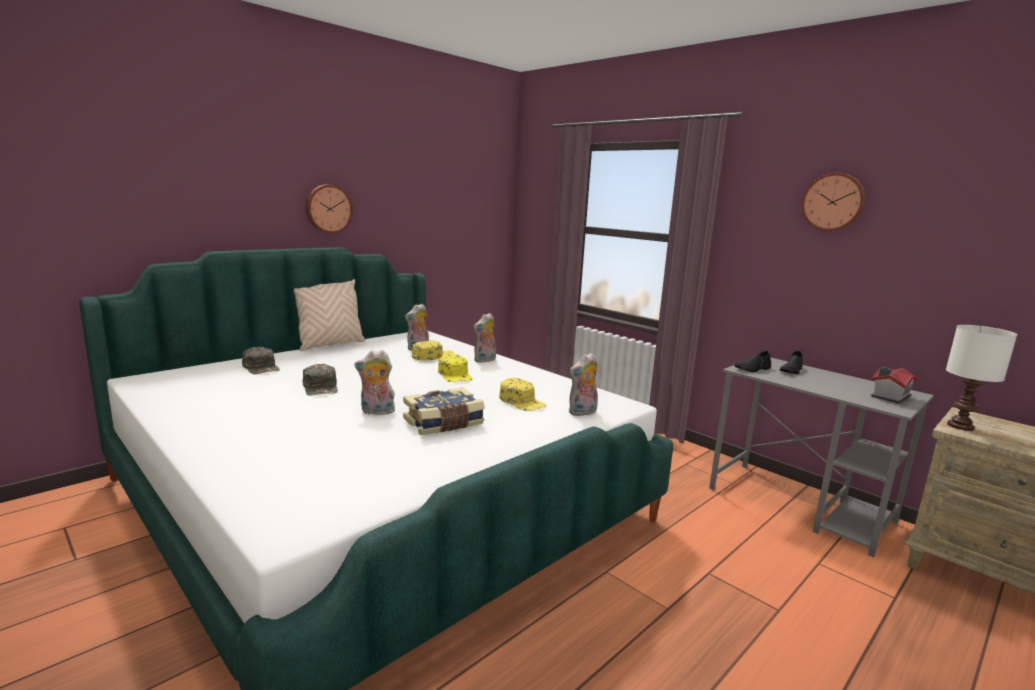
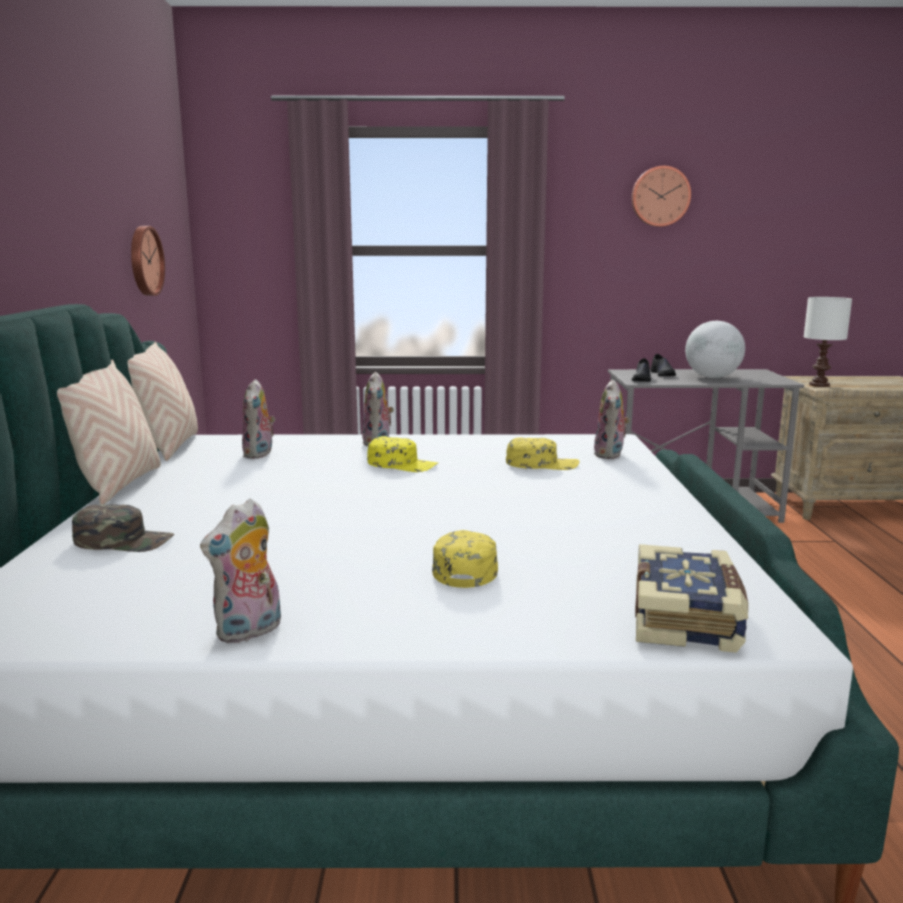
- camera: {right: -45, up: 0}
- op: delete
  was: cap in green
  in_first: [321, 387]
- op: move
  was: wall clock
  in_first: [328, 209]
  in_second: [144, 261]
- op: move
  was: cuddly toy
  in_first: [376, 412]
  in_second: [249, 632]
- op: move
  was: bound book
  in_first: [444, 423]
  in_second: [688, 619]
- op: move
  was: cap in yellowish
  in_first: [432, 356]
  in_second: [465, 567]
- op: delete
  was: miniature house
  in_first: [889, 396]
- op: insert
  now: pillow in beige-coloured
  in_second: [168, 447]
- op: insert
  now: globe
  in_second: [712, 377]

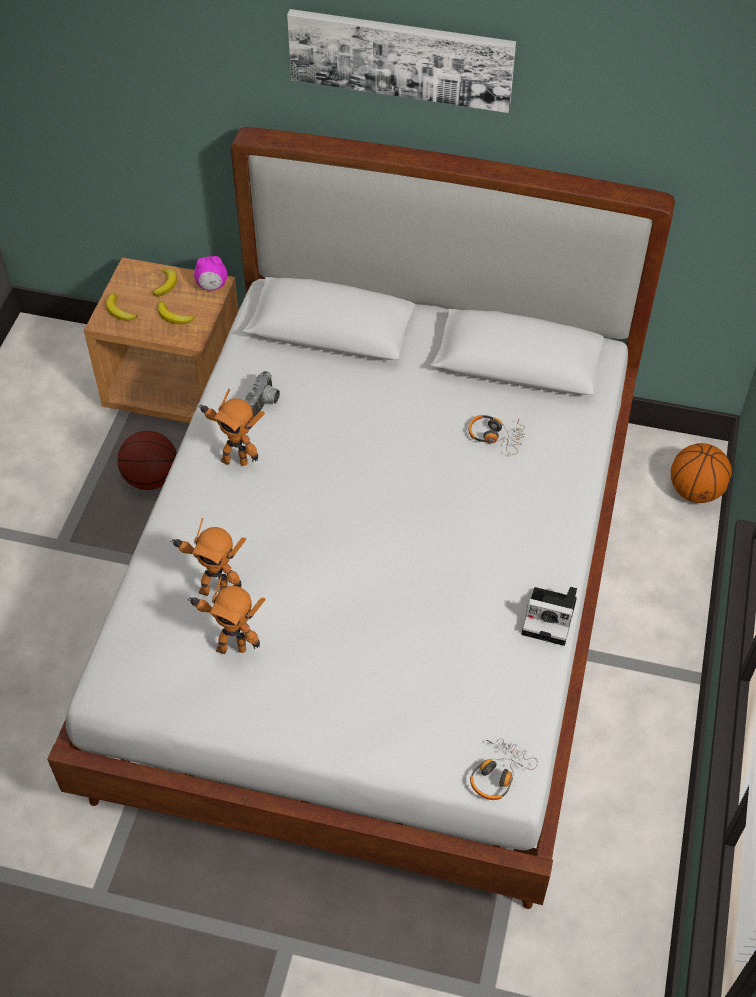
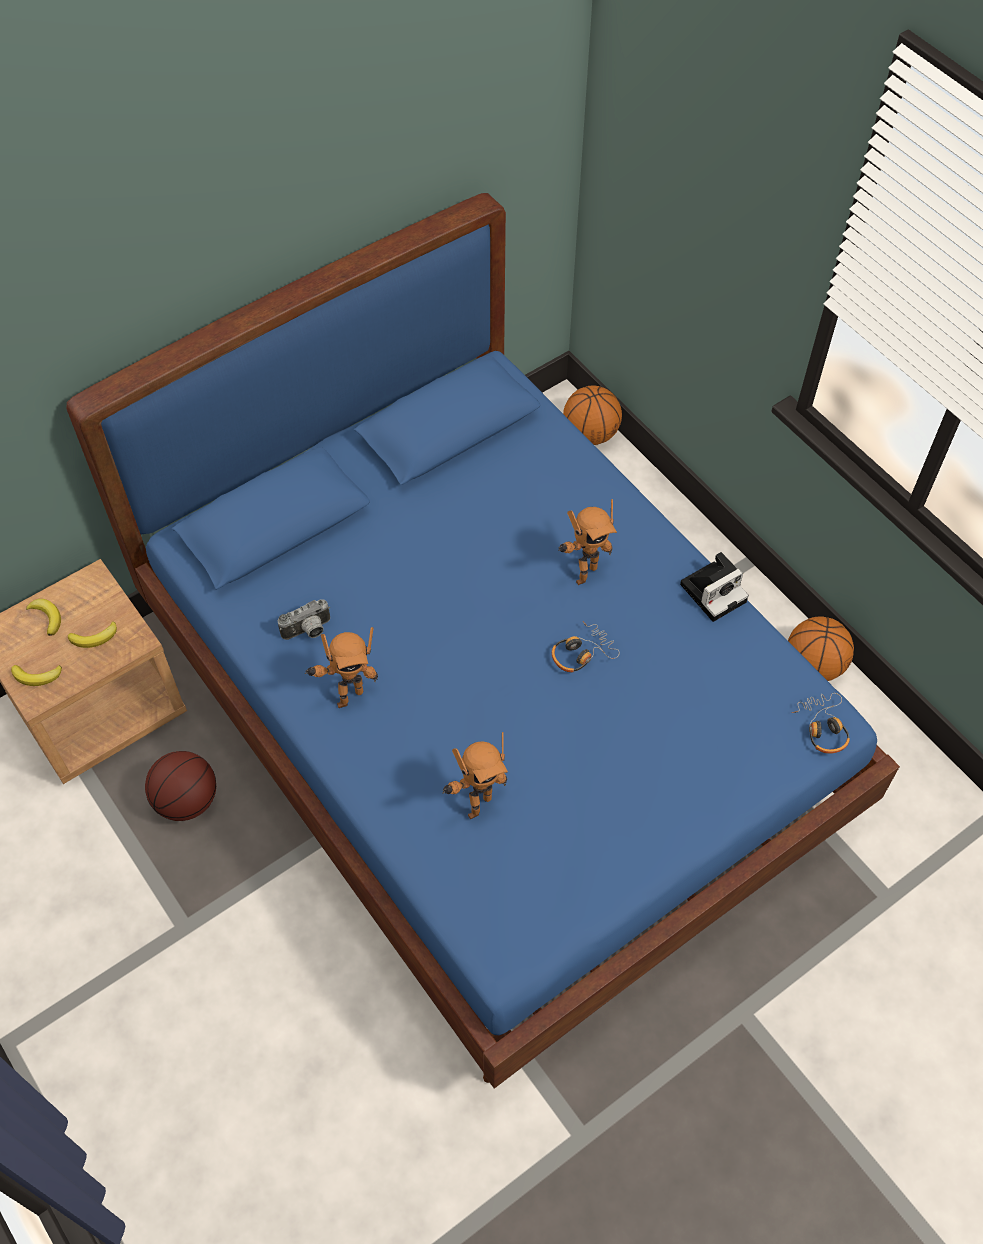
- camera: {right: -50, up: 5}
- op: recolor
  was: bed in whitish
  now: bed in bluish
  in_first: [379, 605]
  in_second: [492, 719]
- op: move
  was: toy robot
  in_first: [231, 646]
  in_second: [583, 573]
- op: delete
  was: alarm clock
  in_first: [212, 286]
- op: rotate
  was: photo camera
  in_first: [265, 404]
  in_second: [308, 631]
  clockwise: 90
- op: delete
  was: picture
  in_first: [401, 58]
- op: move
  was: pair of headphones
  in_first: [496, 436]
  in_second: [581, 653]
- op: insert
  now: ball for basketball
  in_second: [813, 666]

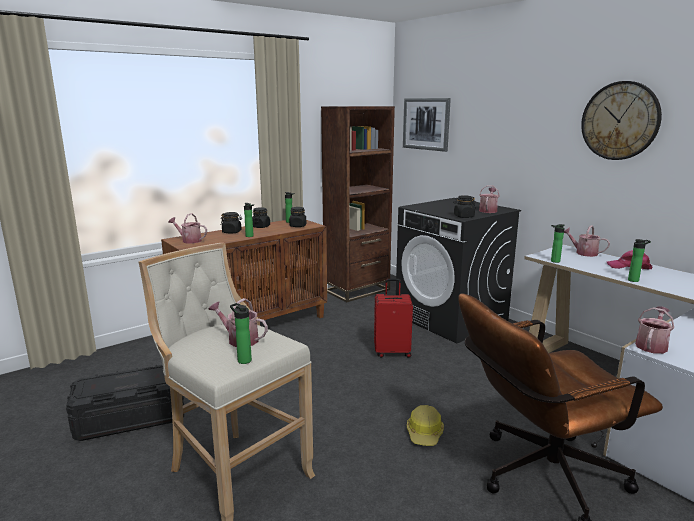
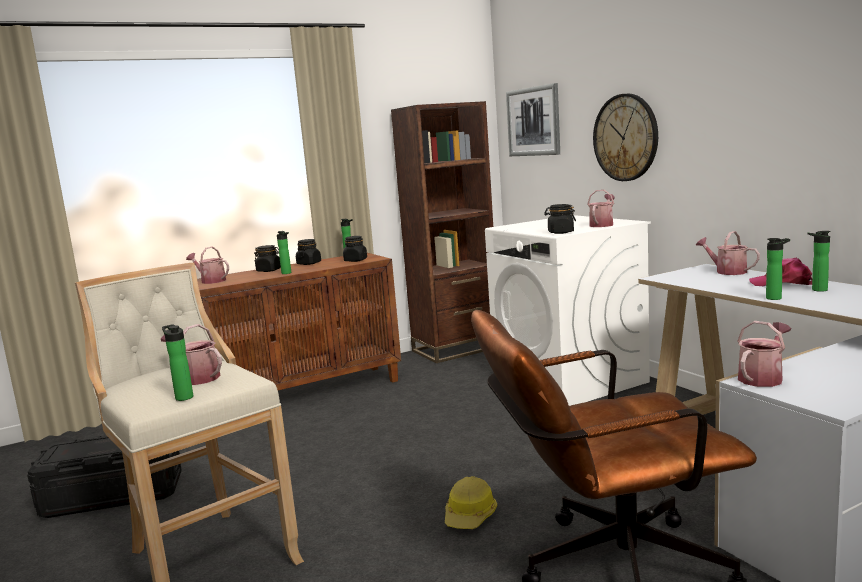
- camera: {right: 10, up: -5}
- op: delete
  was: piece of luggage in reddish
  in_first: [392, 352]
- op: recolor
  was: laundry appliance in black
  now: laundry appliance in whitish
  in_first: [451, 319]
  in_second: [570, 379]
- op: move
  was: bottle
  in_first: [553, 261]
  in_second: [817, 290]
- op: move
  was: wall clock
  in_first: [620, 121]
  in_second: [625, 137]

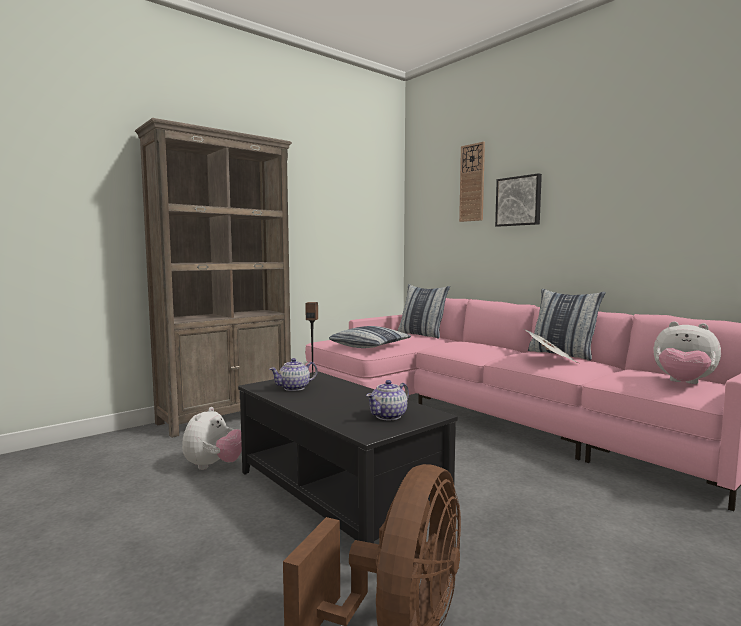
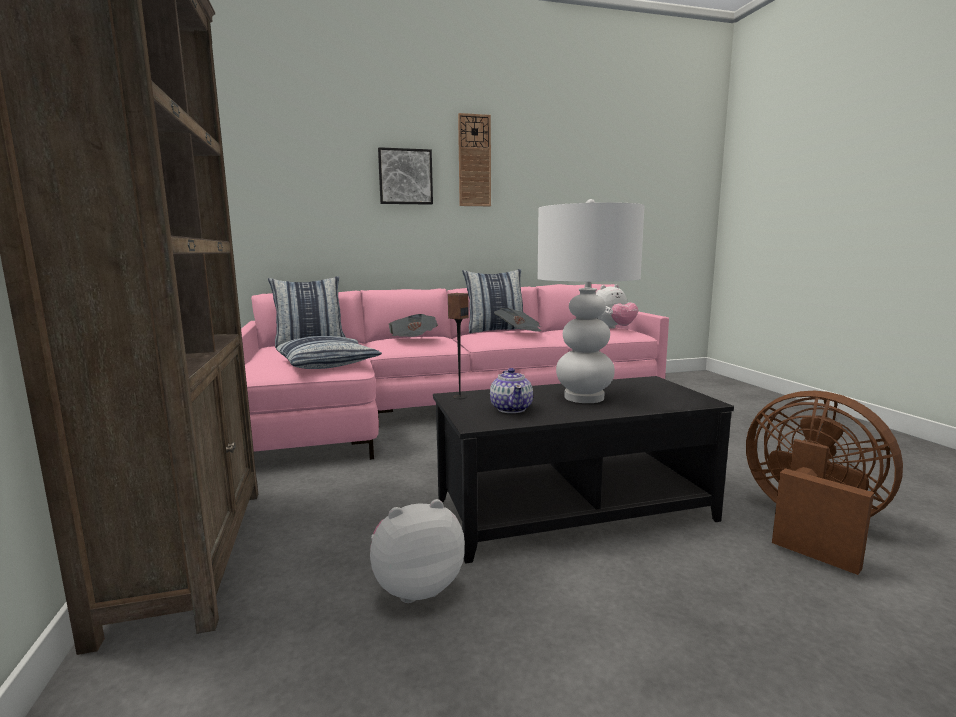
- camera: {right: -65, up: 5}
- op: rotate
  was: cuddly toy
  in_first: [214, 466]
  in_second: [416, 587]
  clockwise: -60
- op: delete
  was: pot for tea
  in_first: [389, 416]
- op: move
  was: wall clock
  in_first: [472, 183]
  in_second: [474, 161]
- op: insert
  now: printed paper
  in_second: [413, 340]
- op: insert
  now: lamp for a table in whitish
  in_second: [583, 398]

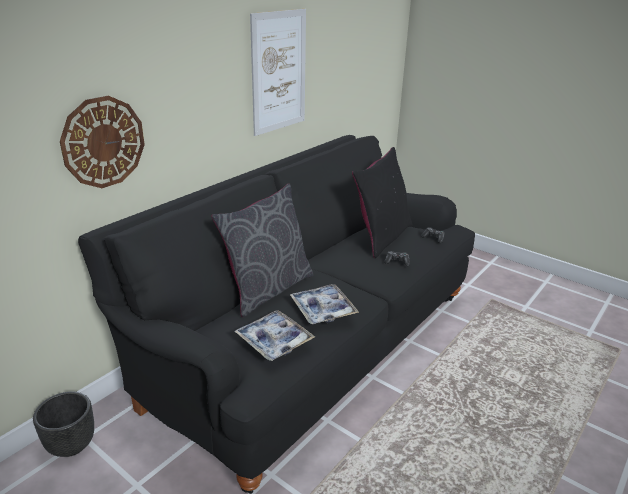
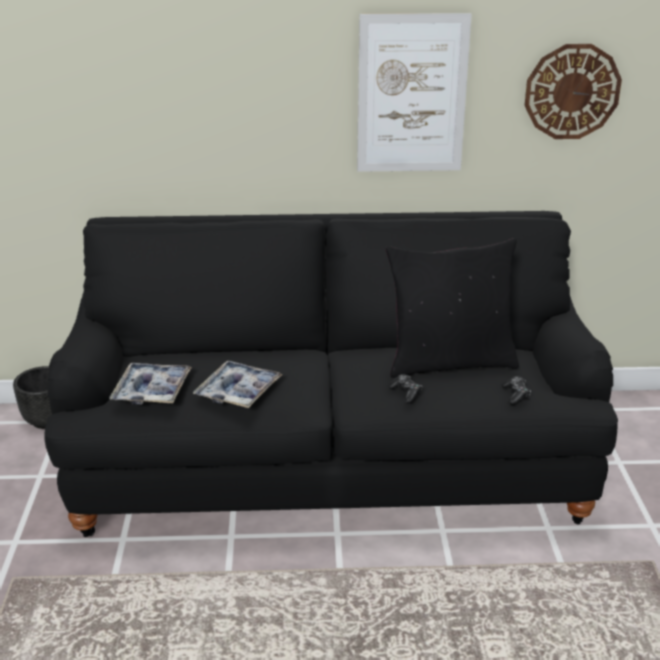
- camera: {right: 50, up: 0}
- op: move
  was: wall clock
  in_first: [103, 142]
  in_second: [572, 92]
- op: delete
  was: pillow in grey
  in_first: [267, 289]

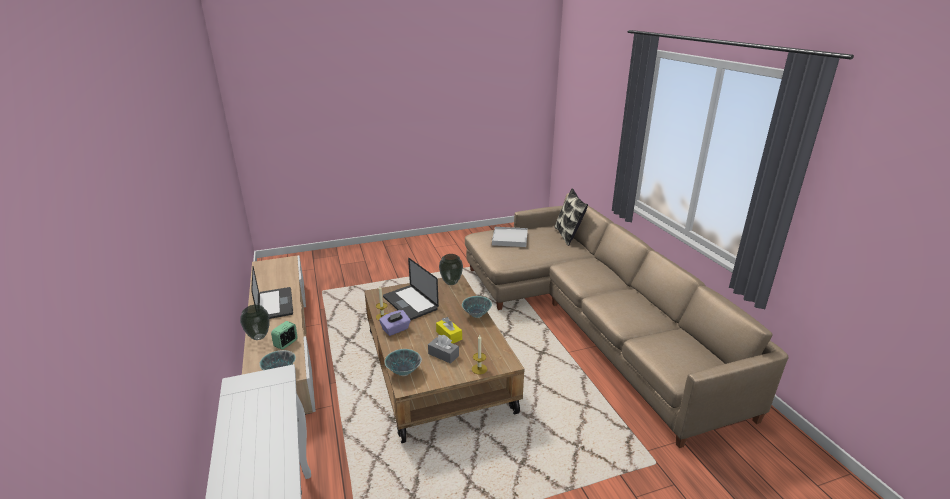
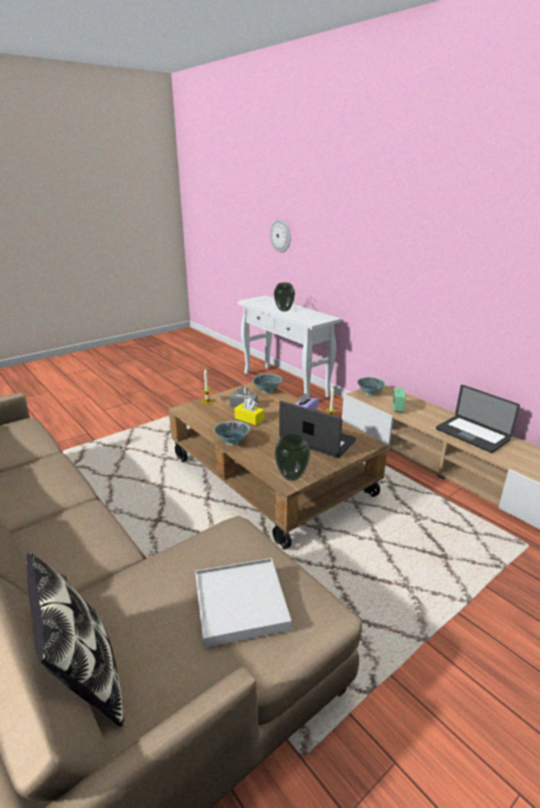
- camera: {right: 160, up: 0}
- op: move
  was: vase
  in_first: [259, 337]
  in_second: [283, 310]
- op: insert
  now: wall clock
  in_second: [281, 235]

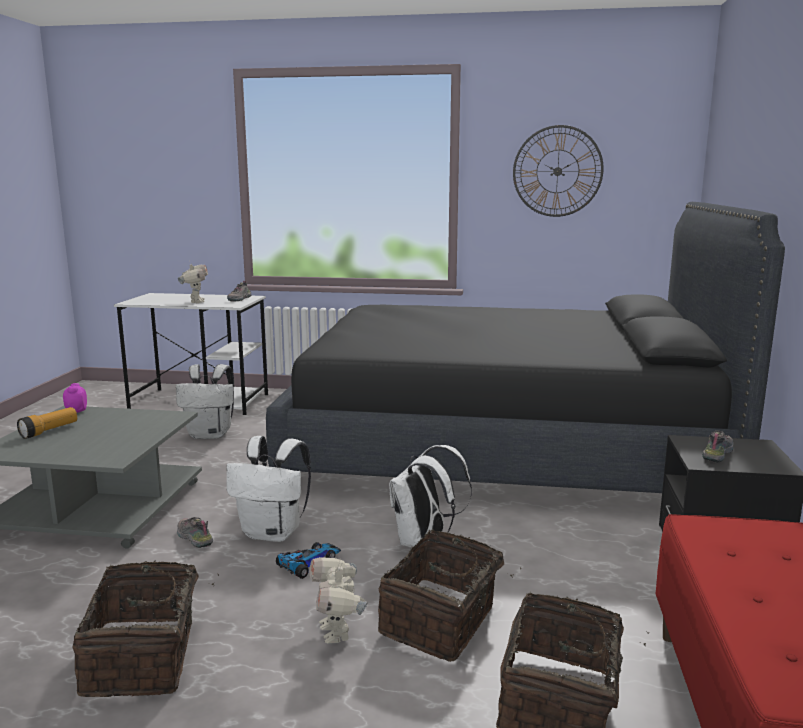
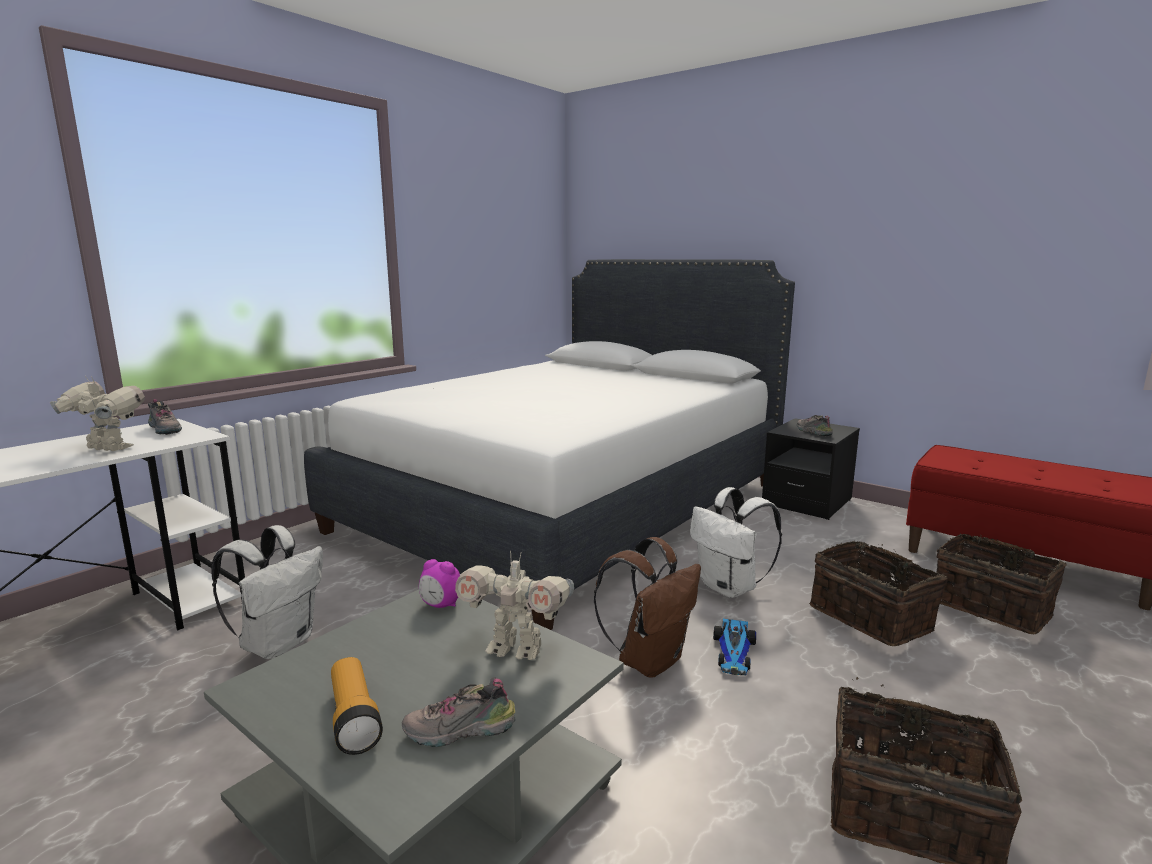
- camera: {right: -60, up: 0}
- op: move
  was: alarm clock
  in_first: [76, 411]
  in_second: [440, 605]
- op: move
  was: shoe
  in_first: [193, 538]
  in_second: [459, 731]
- op: recolor
  was: backpack in whitish
  now: backpack in brown-coloured
  in_first: [273, 533]
  in_second: [650, 660]
- op: recolor
  was: bed in black
  now: bed in whitish
  in_first: [502, 448]
  in_second: [568, 506]
- op: rotate
  was: model car
  in_first: [308, 563]
  in_second: [734, 654]
  clockwise: -150
- op: move
  was: toy robot
  in_first: [337, 632]
  in_second: [516, 648]
- op: delete
  was: wall clock
  in_first: [557, 171]

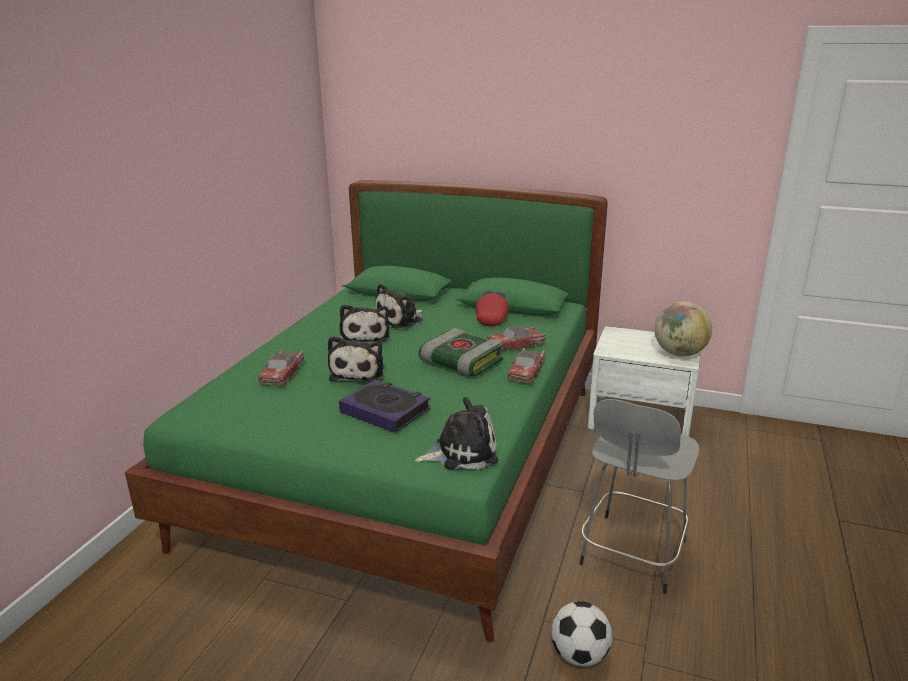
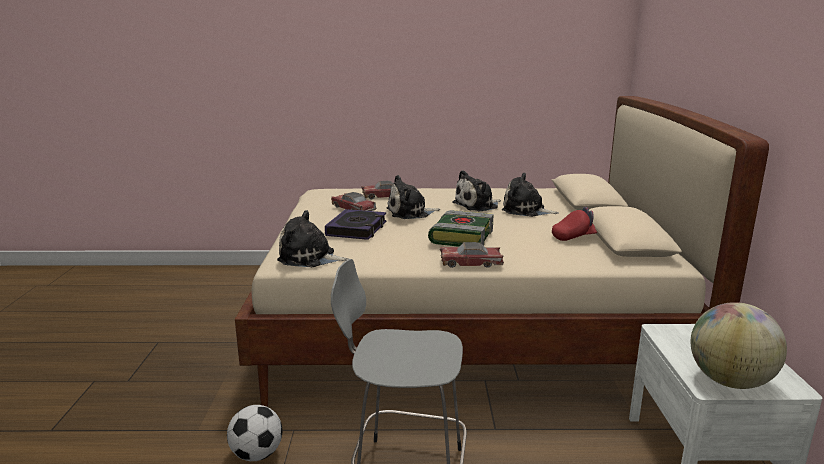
- camera: {right: 70, up: -5}
- op: recolor
  was: bed in green
  now: bed in beige-coloured
  in_first: [411, 462]
  in_second: [467, 330]
- op: rotate
  was: cuddly toy
  in_first: [461, 452]
  in_second: [310, 258]
  clockwise: 135
- op: move
  was: model car
  in_first: [516, 345]
  in_second: [353, 209]

